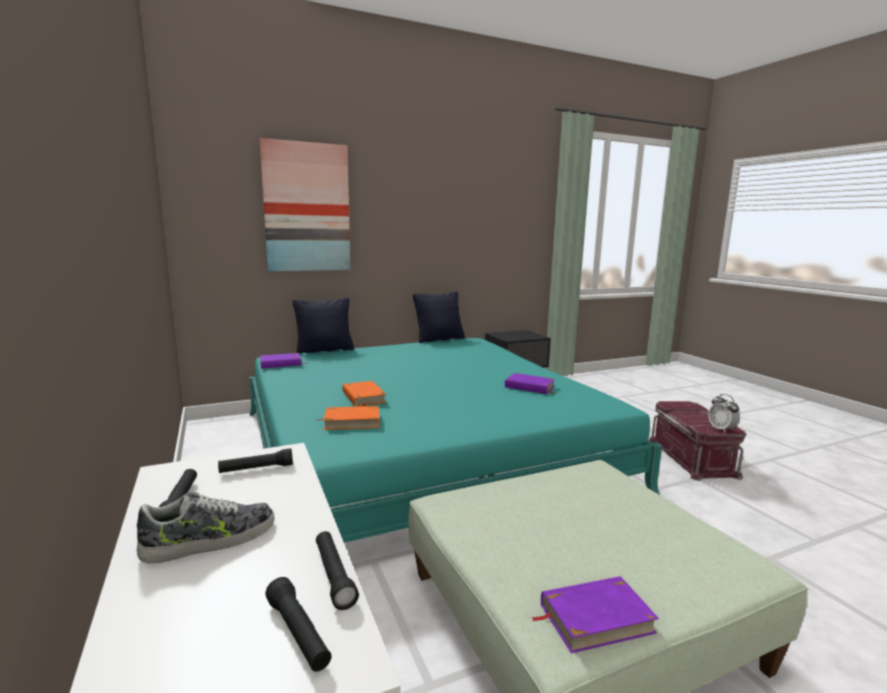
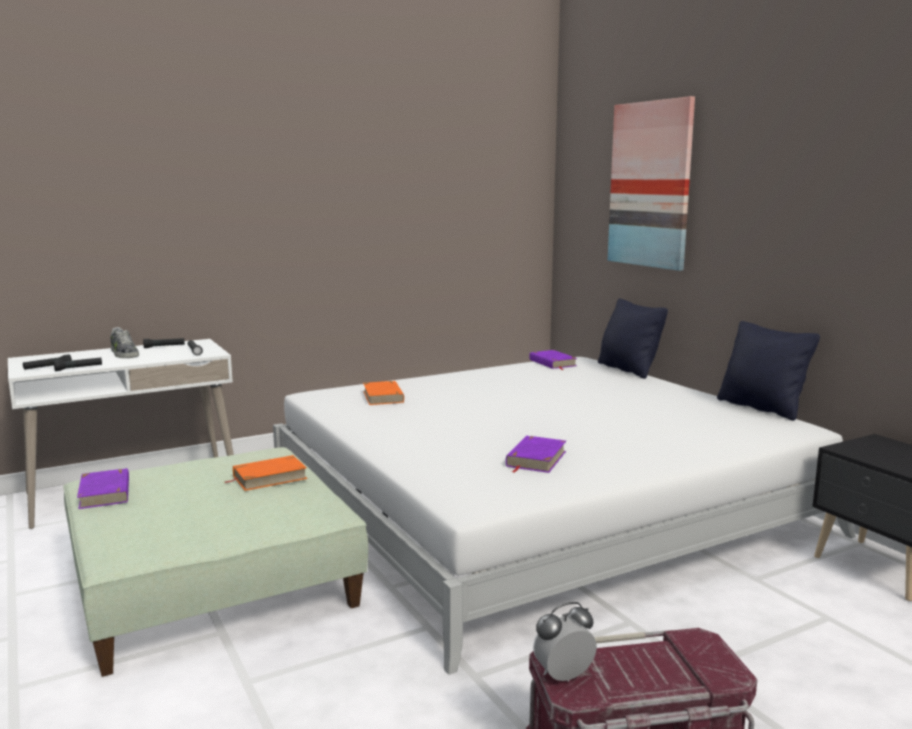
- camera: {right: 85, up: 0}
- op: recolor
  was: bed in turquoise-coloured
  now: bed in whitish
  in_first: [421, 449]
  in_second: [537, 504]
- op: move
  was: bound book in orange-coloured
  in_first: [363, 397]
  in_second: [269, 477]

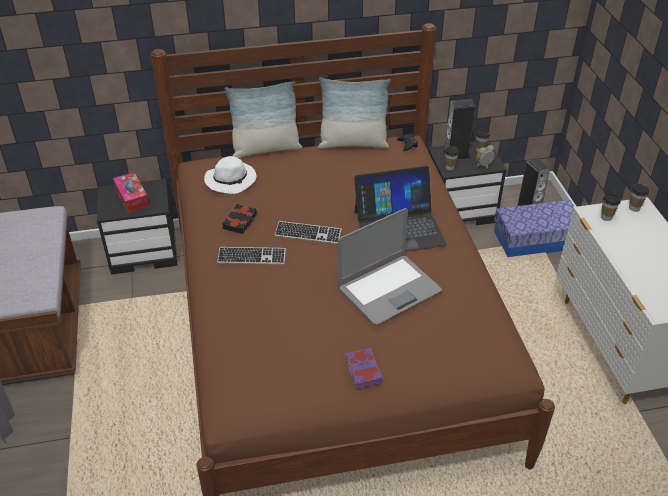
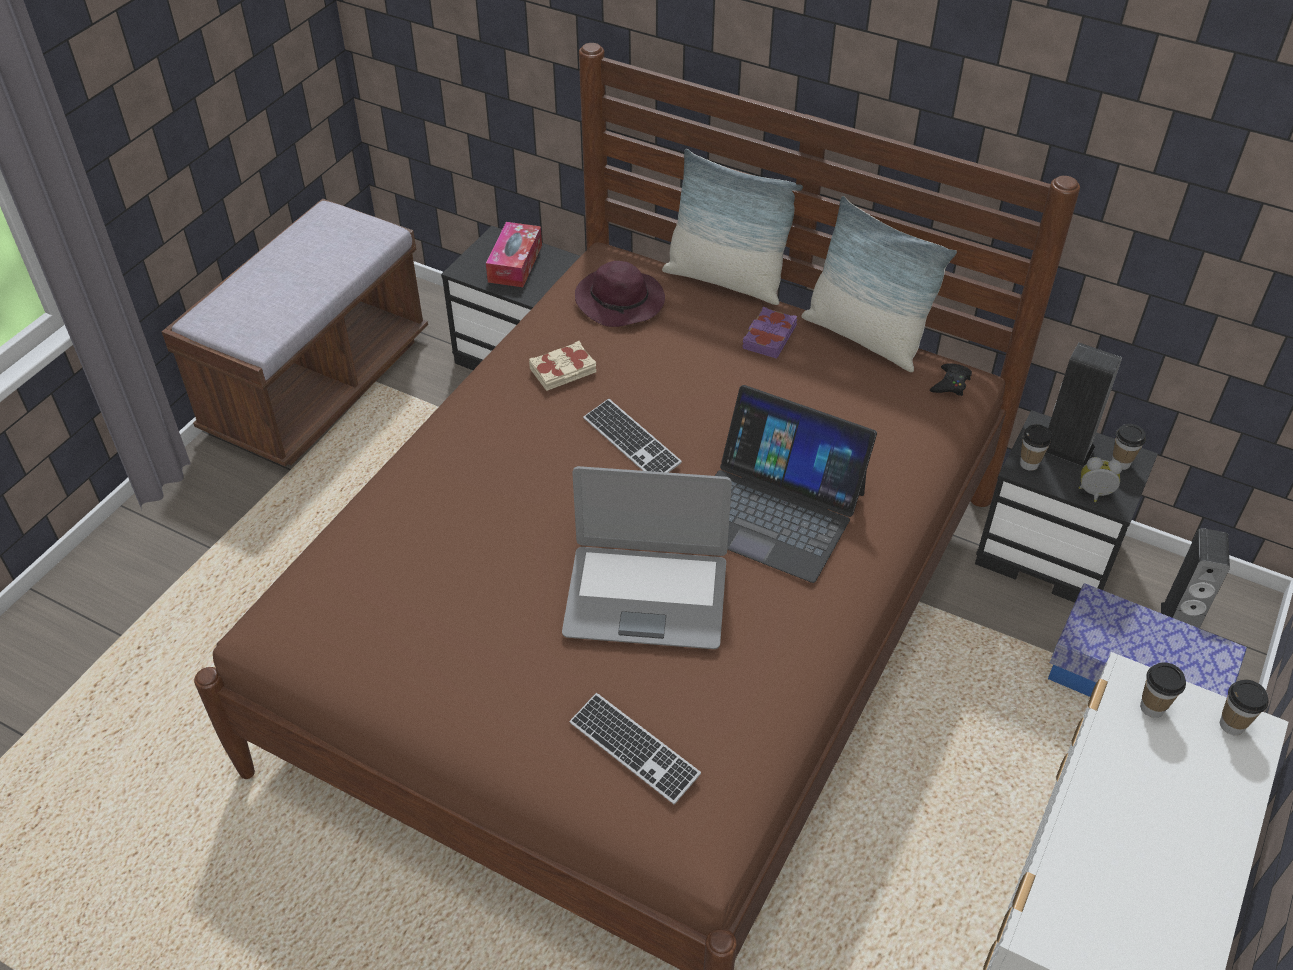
- camera: {right: 40, up: 5}
- op: recolor
  was: hat in whitish
  now: hat in purplish
  in_first: [231, 180]
  in_second: [621, 302]
- op: move
  was: keyboard
  in_first: [251, 257]
  in_second: [634, 749]
- op: recolor
  was: bound book in black
  now: bound book in beige-coloured
  in_first: [240, 221]
  in_second: [563, 371]
- op: move
  was: bound book in purplish
  in_first: [362, 371]
  in_second: [768, 337]

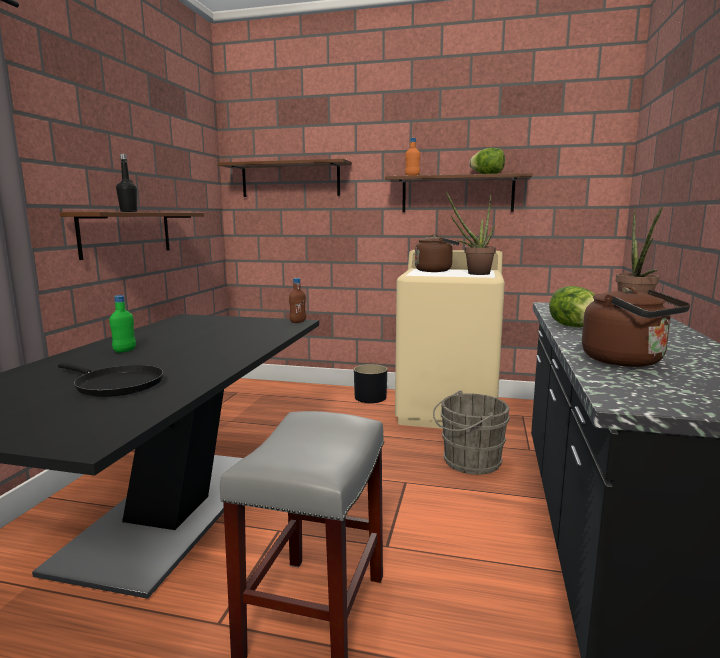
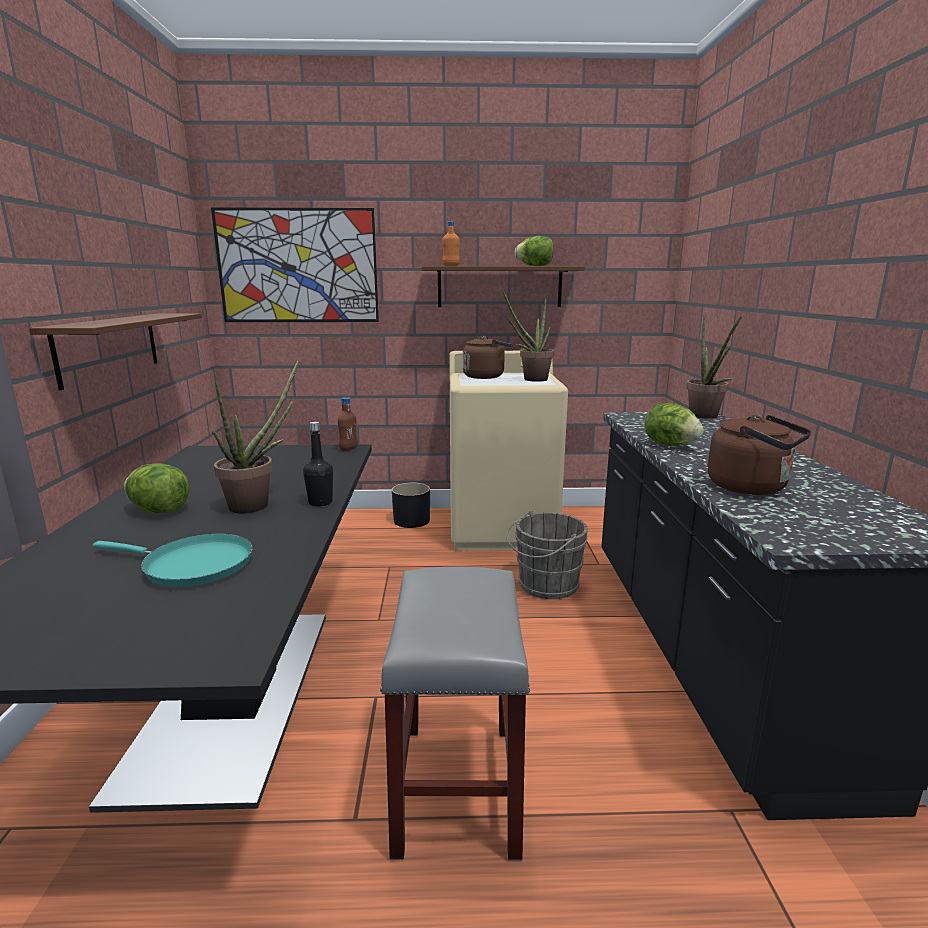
- camera: {right: -15, up: 5}
- op: recolor
  was: skillet in black
  now: skillet in turquoise-coloured
  in_first: [116, 385]
  in_second: [192, 565]
- op: replace
  was: bottle in green
  now: lettuce
  in_first: [125, 350]
  in_second: [159, 510]
- op: move
  was: bottle in black
  in_first: [129, 211]
  in_second: [320, 502]
- op: replace
  was: shelf in brown-coloured
  now: picture
  in_first: [290, 180]
  in_second: [297, 266]
- op: insert
  now: houseplant
  in_second: [257, 504]

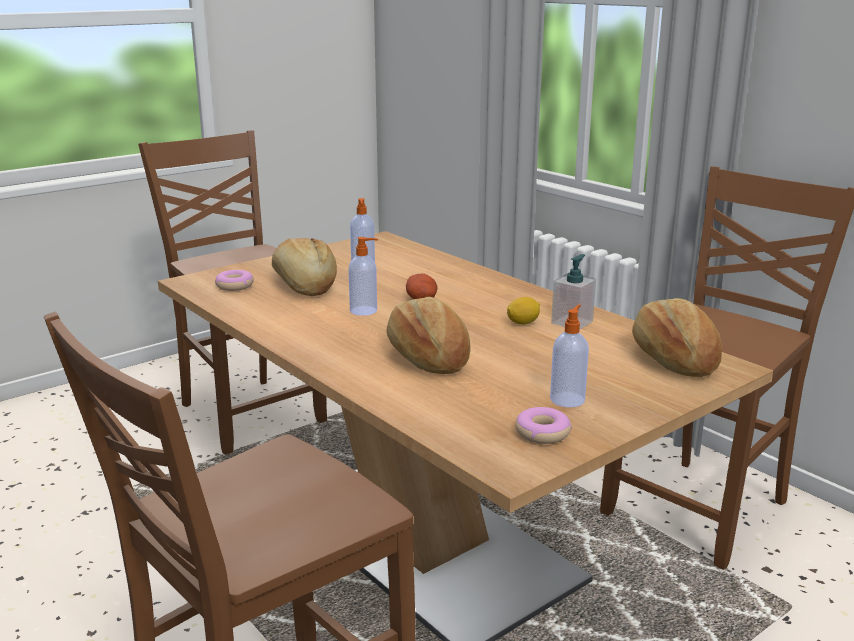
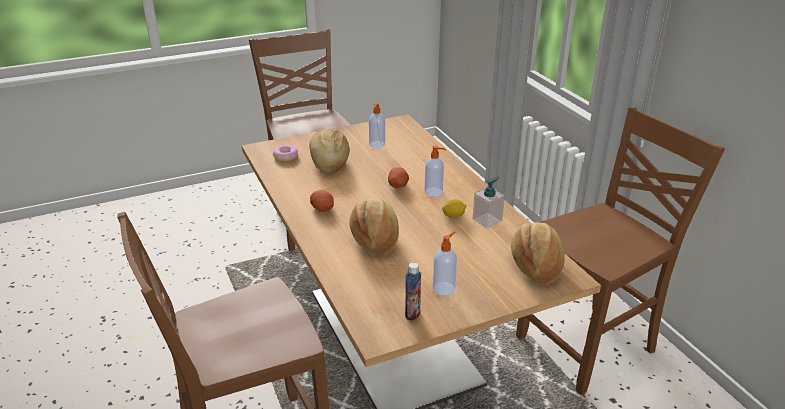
- camera: {right: 15, up: 10}
- op: move
  was: soap dispenser
  in_first: [364, 311]
  in_second: [434, 192]
- op: replace
  was: ring doughnut
  now: bottle
  in_first: [542, 433]
  in_second: [412, 313]
- op: insert
  now: spud
  in_second: [323, 208]

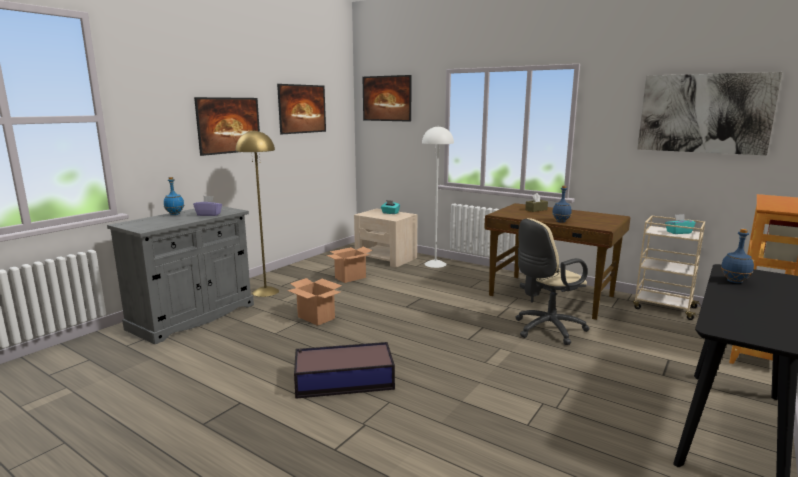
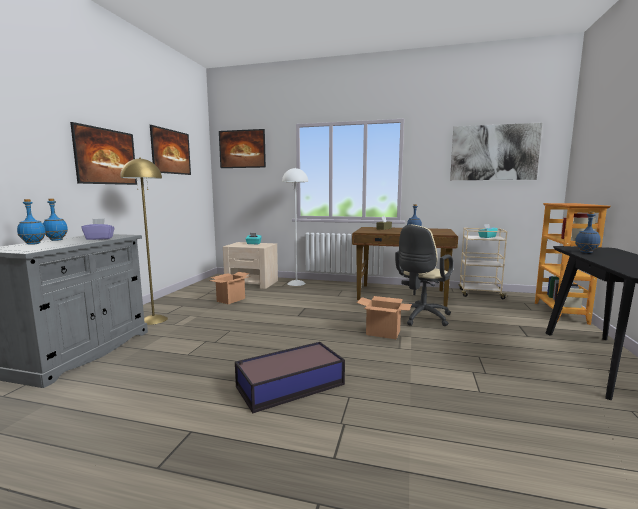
- camera: {right: -20, up: -5}
- op: move
  was: carton
  in_first: [316, 318]
  in_second: [383, 333]
- op: insert
  now: bottle in bluish
  in_second: [33, 244]

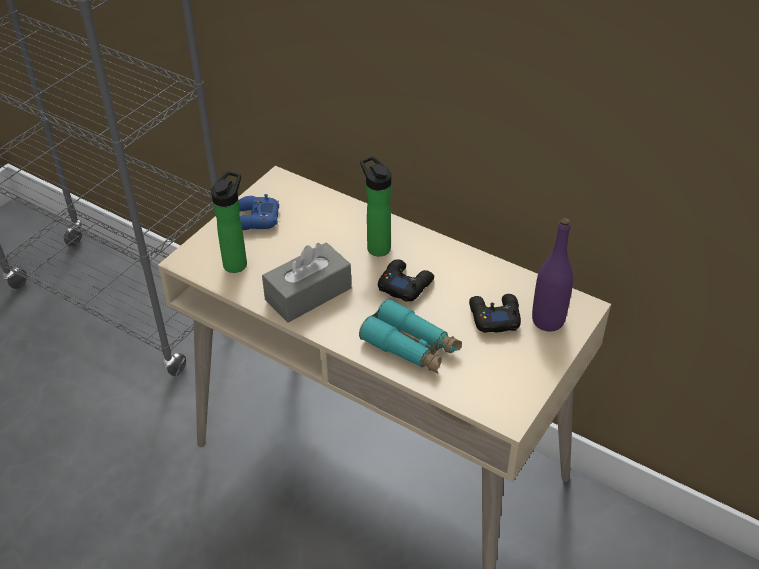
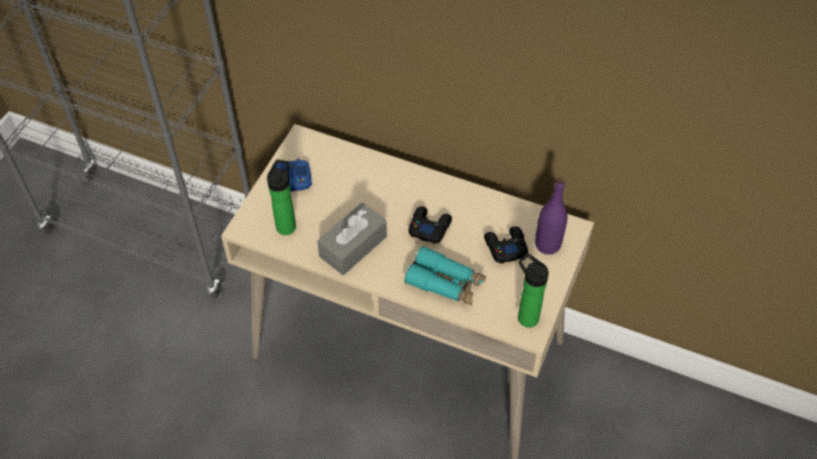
- camera: {right: -10, up: 10}
- op: move
  was: bottle
  in_first: [376, 246]
  in_second: [525, 316]

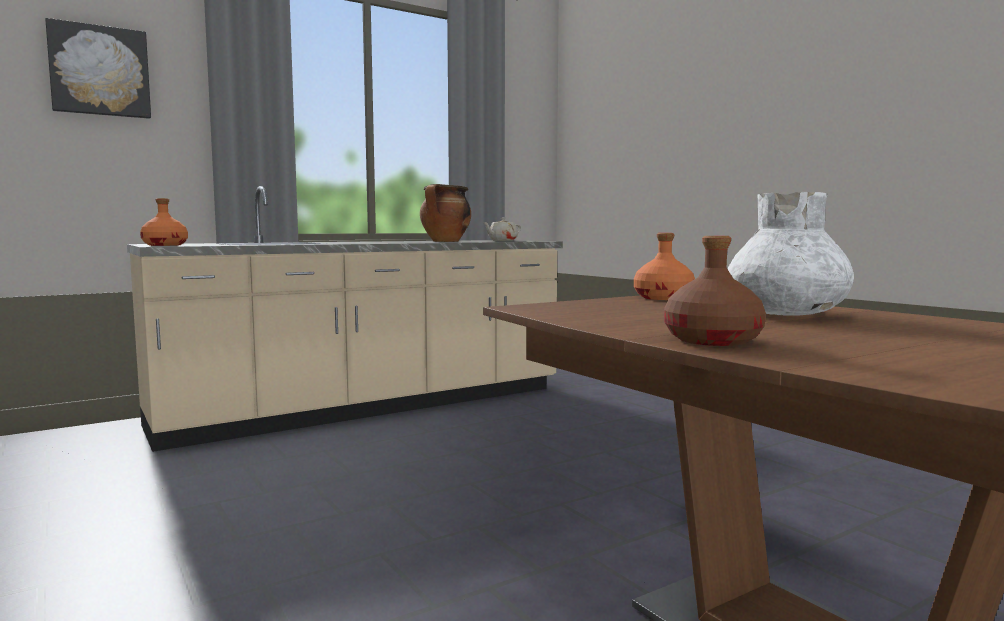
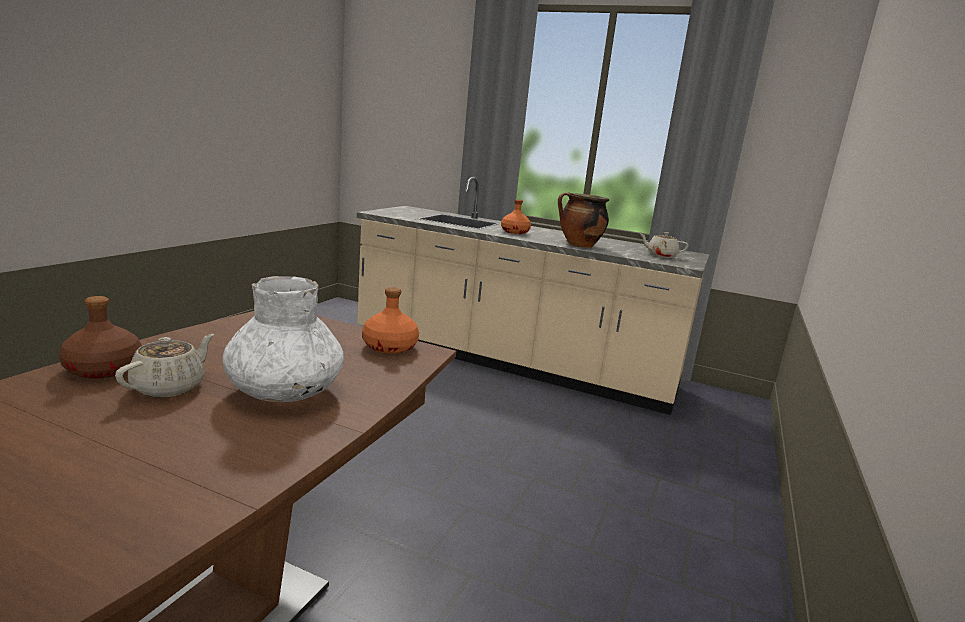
- camera: {right: 55, up: 10}
- op: delete
  was: picture
  in_first: [100, 71]
- op: move
  was: bottle in orange-coloured
  in_first: [165, 245]
  in_second: [515, 232]
- op: insert
  now: pot for tea in beige-coloured
  in_second: [170, 387]

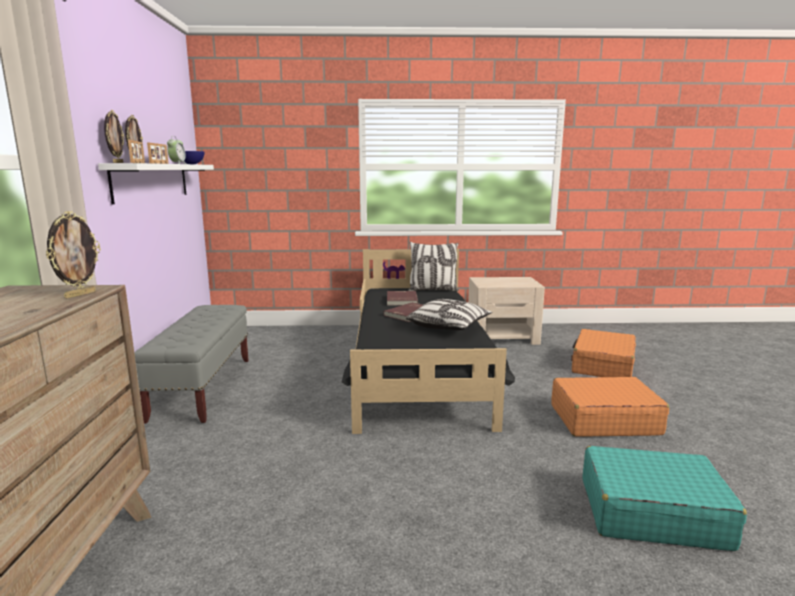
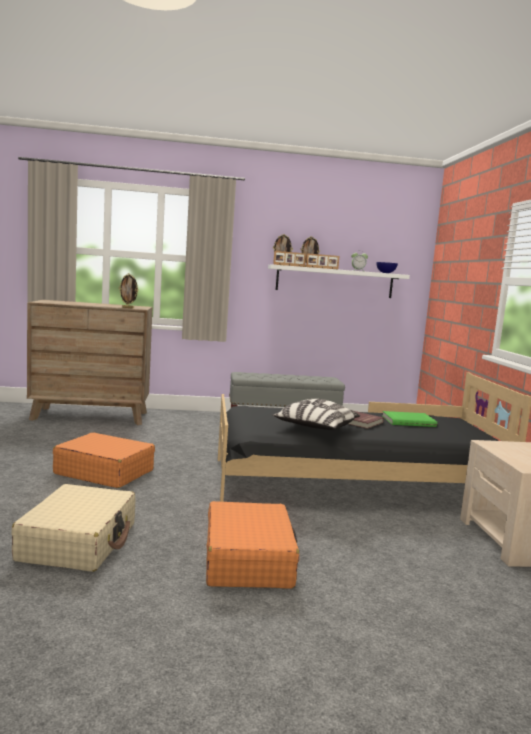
- camera: {right: 85, up: -5}
- op: recolor
  was: bound book in reddish
  now: bound book in green
  in_first: [401, 300]
  in_second: [408, 421]
- op: delete
  was: pillow
  in_first: [433, 290]
- op: move
  was: piece of luggage in orange-coloured
  in_first: [602, 365]
  in_second: [104, 472]
- op: recolor
  was: piece of luggage in turquoise-coloured
  now: piece of luggage in beige-coloured
  in_first: [651, 512]
  in_second: [78, 542]

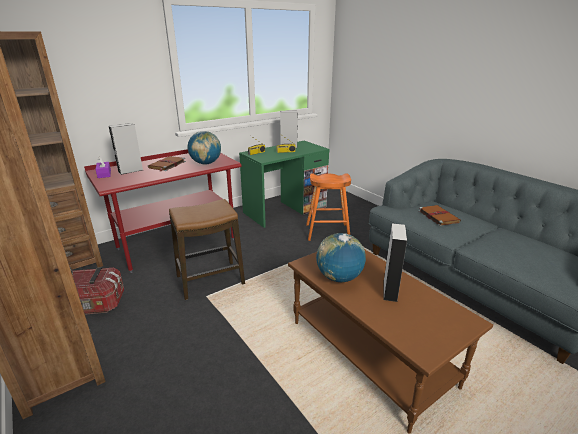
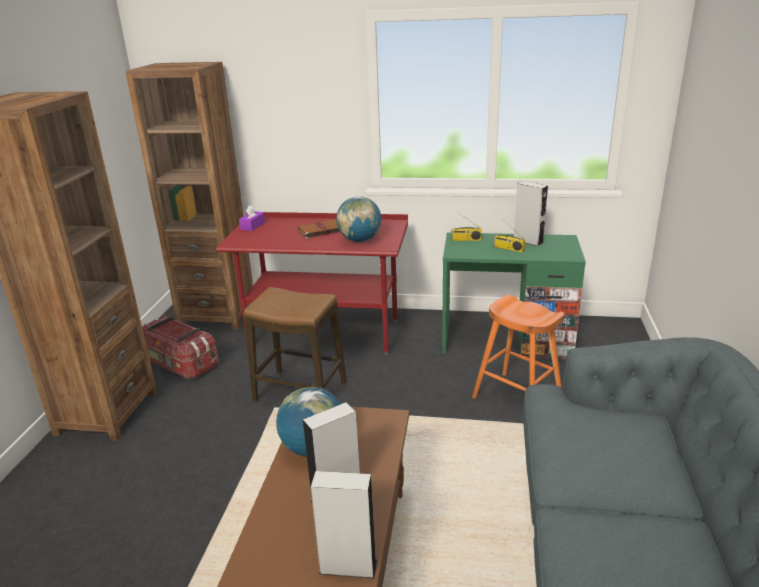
- camera: {right: 45, up: 0}
- op: move
  was: loudspeaker in grey
  in_first: [130, 171]
  in_second: [348, 567]
- op: delete
  was: bound book in brown-coloured
  in_first: [438, 216]

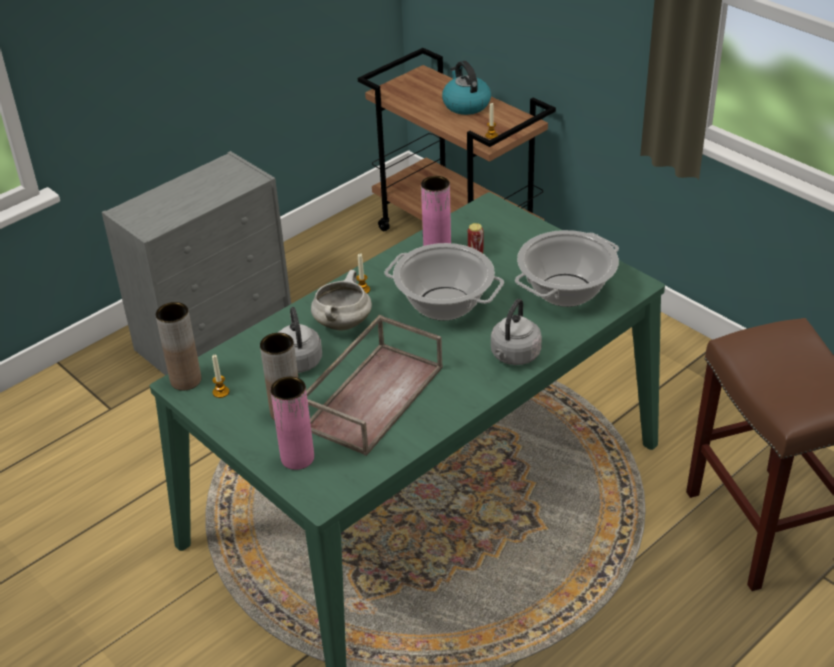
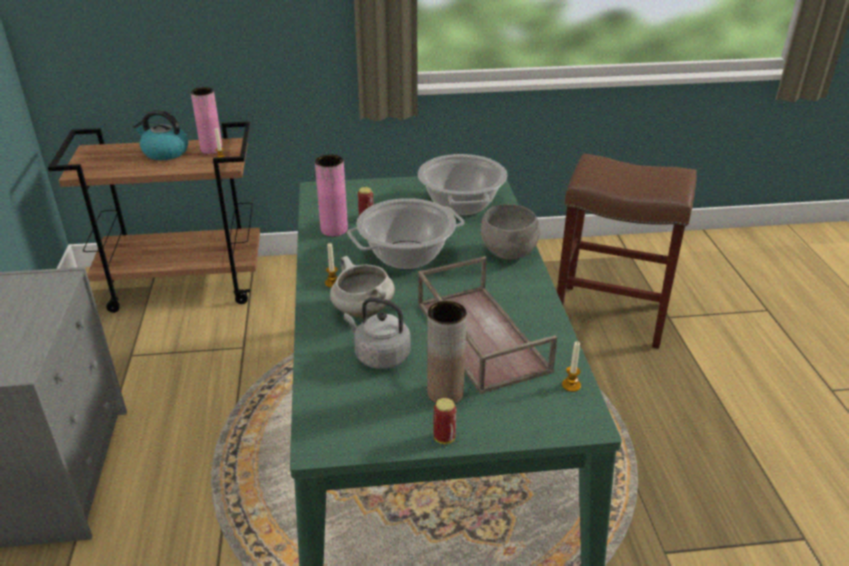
- camera: {right: -55, up: -5}
- op: delete
  was: vase in brown-coloured
  in_first: [186, 380]
- op: move
  was: wax light
  in_first: [221, 392]
  in_second: [571, 385]
- op: move
  was: vase in pink
  in_first: [297, 458]
  in_second: [211, 149]
- op: replace
  was: tea kettle in grey
  now: deep dish in grey
  in_first: [514, 356]
  in_second: [509, 254]
- op: insert
  now: can
  in_second: [444, 438]

